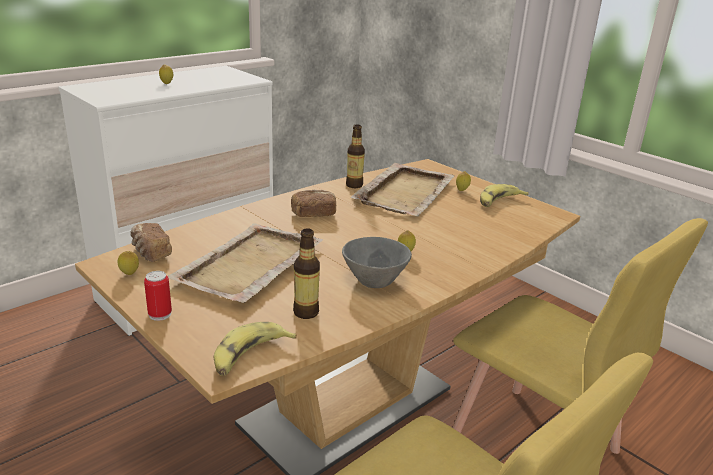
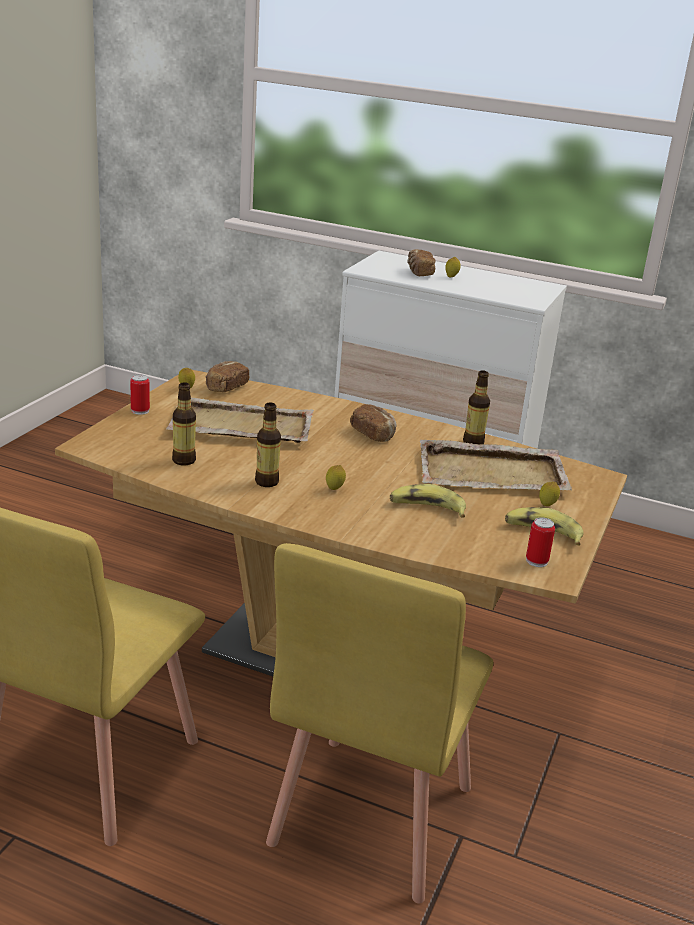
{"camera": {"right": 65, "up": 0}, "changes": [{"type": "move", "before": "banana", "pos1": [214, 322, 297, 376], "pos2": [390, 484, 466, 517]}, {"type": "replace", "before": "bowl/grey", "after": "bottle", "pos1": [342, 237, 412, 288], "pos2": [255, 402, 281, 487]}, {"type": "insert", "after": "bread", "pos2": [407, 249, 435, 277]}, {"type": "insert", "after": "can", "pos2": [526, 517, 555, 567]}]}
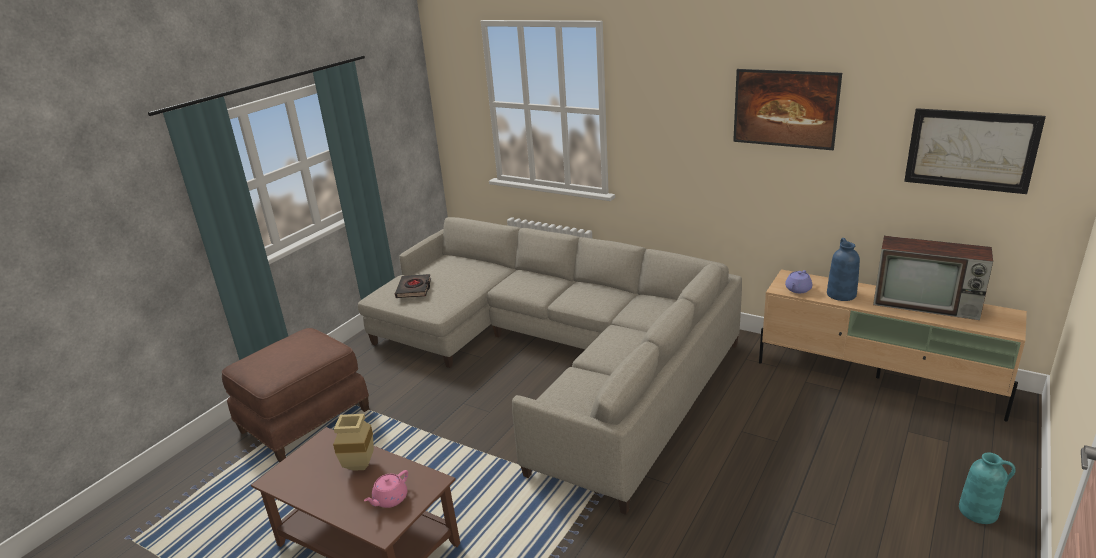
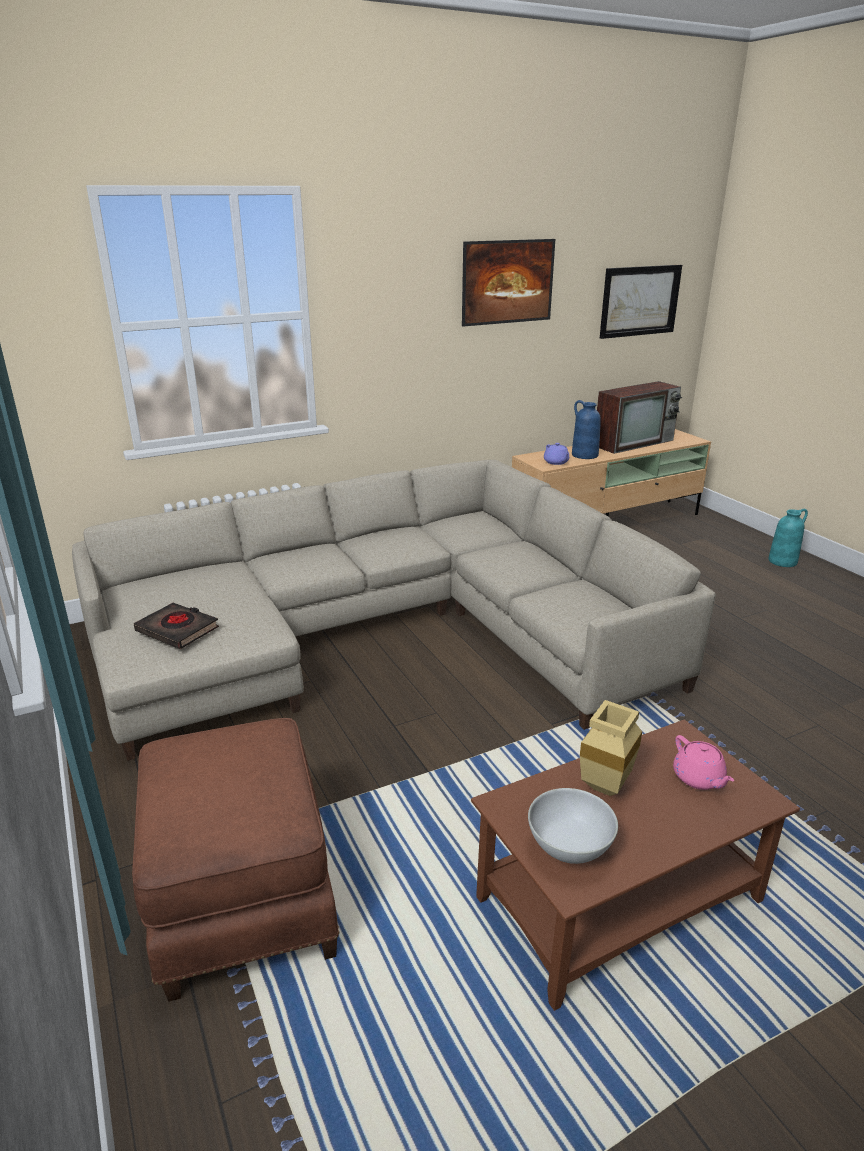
{"camera": {"right": -60, "up": 0}, "changes": [{"type": "insert", "after": "bowl/white", "pos2": [528, 788, 618, 864]}]}
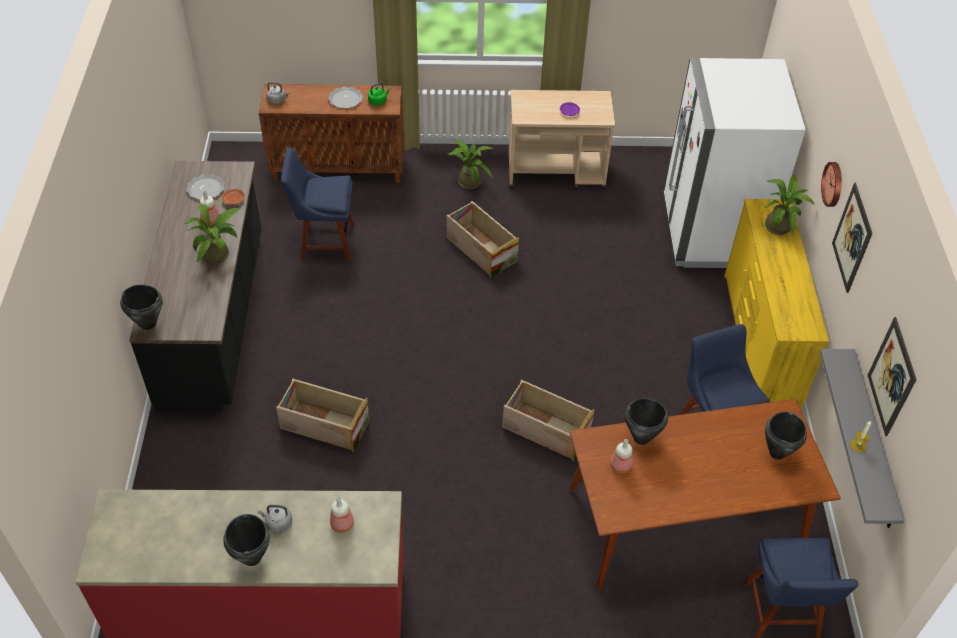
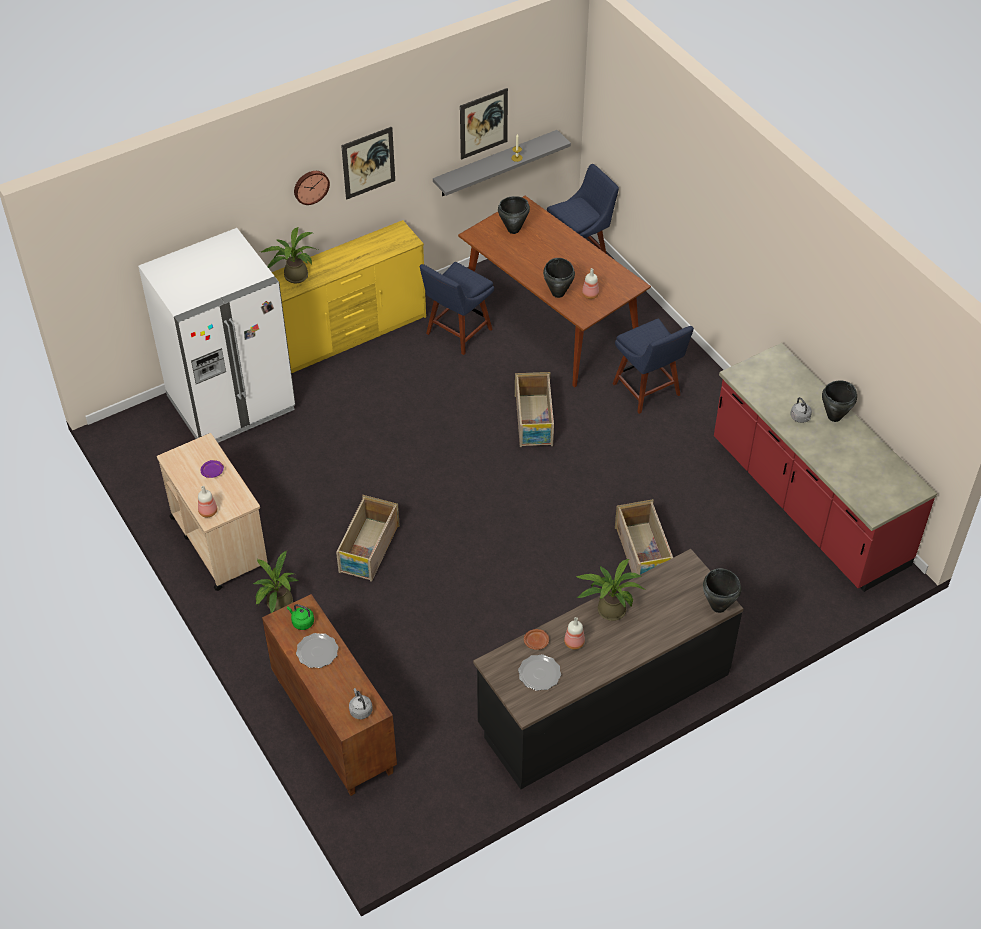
{"camera": {"right": -120, "up": 0}, "changes": [{"type": "move", "before": "chair/blue", "pos1": [281, 147, 354, 261], "pos2": [613, 319, 694, 414]}, {"type": "move", "before": "bottle", "pos1": [330, 497, 354, 533], "pos2": [198, 486, 217, 517]}]}
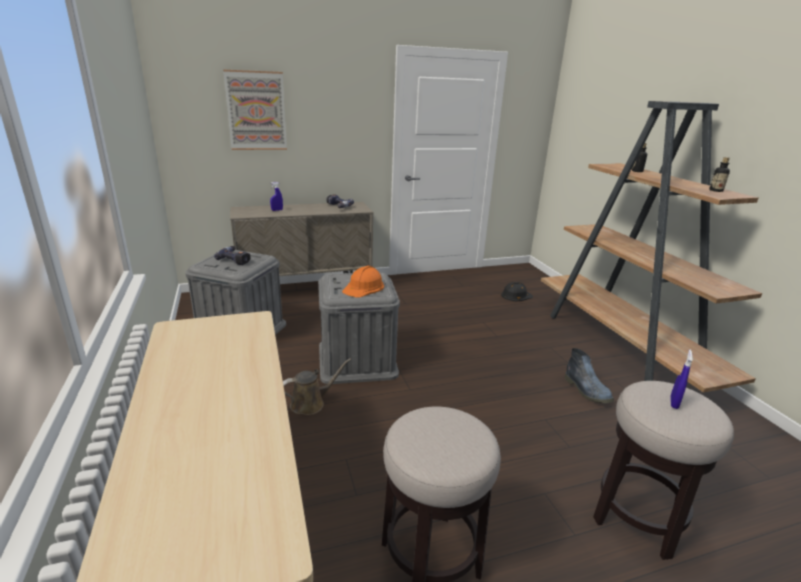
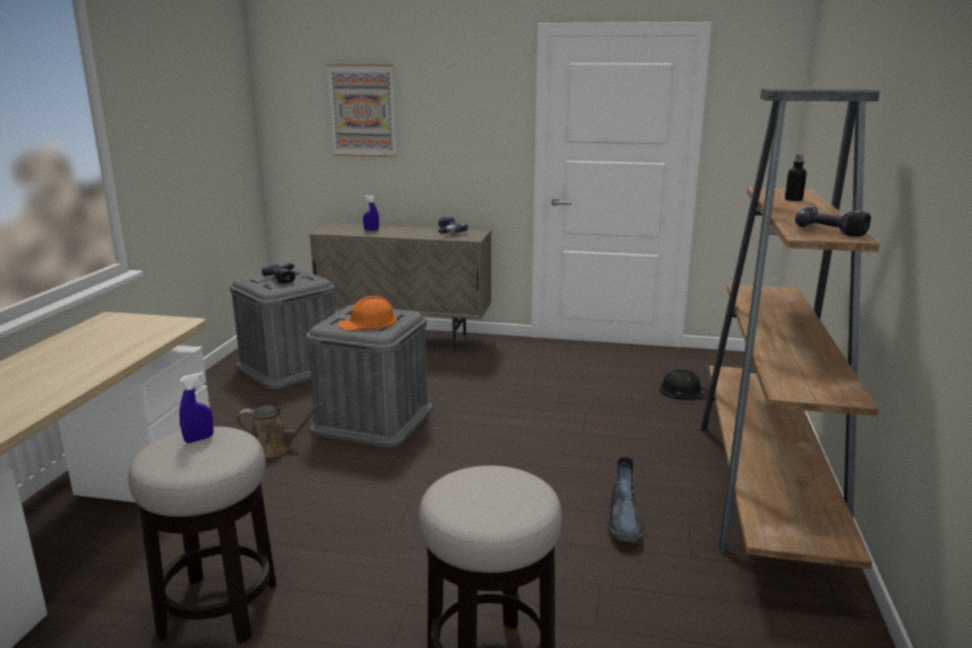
{"camera": {"right": 30, "up": -5}, "changes": [{"type": "move", "before": "spray bottle/blue", "pos1": [670, 350, 693, 409], "pos2": [179, 372, 214, 443]}, {"type": "replace", "before": "bottle", "after": "power drill", "pos1": [709, 157, 730, 192], "pos2": [795, 206, 871, 237]}]}
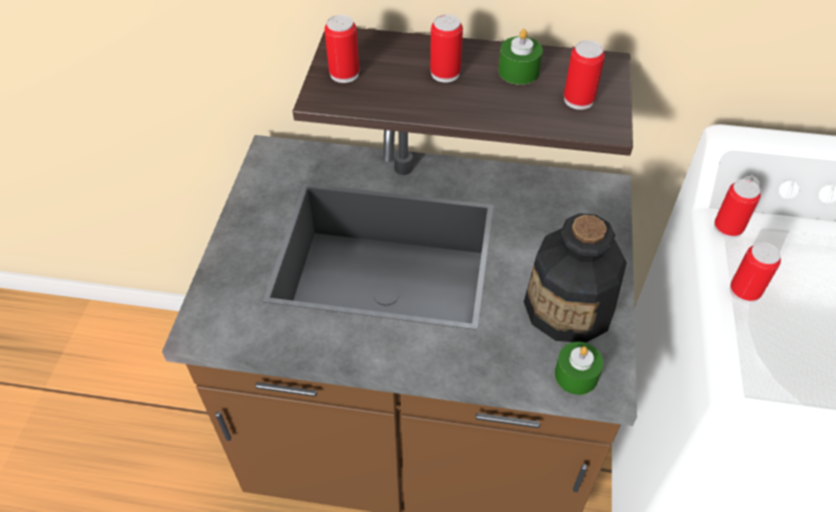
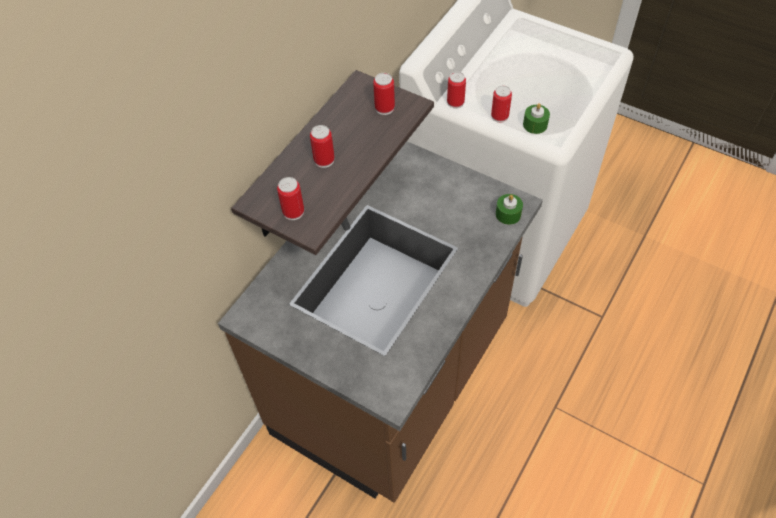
{"camera": {"right": -65, "up": 5}, "changes": [{"type": "move", "before": "candle/green", "pos1": [498, 29, 543, 85], "pos2": [523, 103, 550, 134]}, {"type": "delete", "before": "bottle", "pos1": [524, 213, 627, 343]}]}
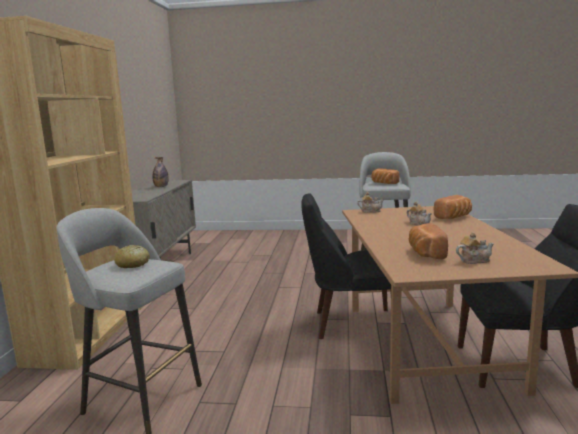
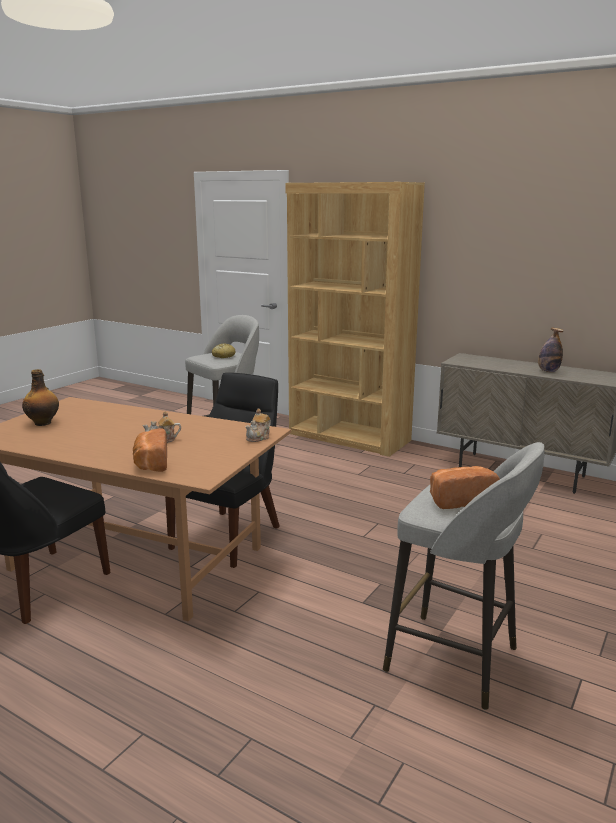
{"camera": {"right": 115, "up": 5}, "changes": [{"type": "delete", "before": "bread", "pos1": [409, 223, 448, 259]}, {"type": "replace", "before": "teapot", "after": "bottle", "pos1": [456, 233, 494, 264], "pos2": [22, 369, 59, 426]}]}
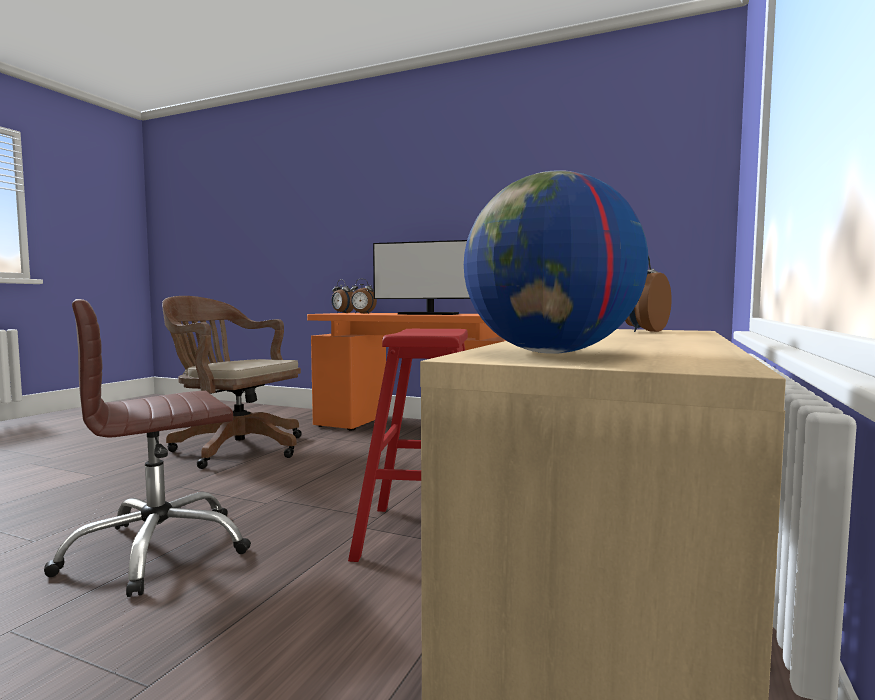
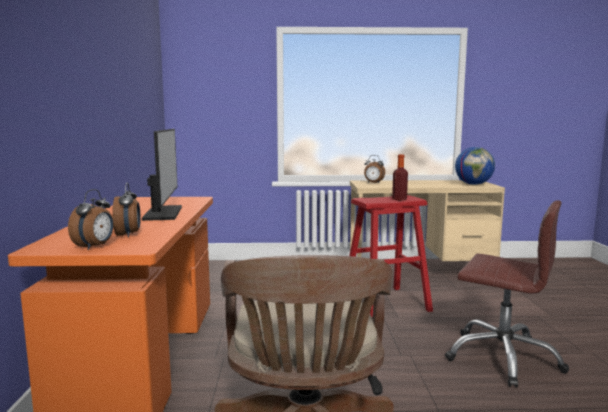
{"camera": {"right": -115, "up": 5}, "changes": [{"type": "insert", "after": "bottle", "pos2": [392, 154, 408, 200]}]}
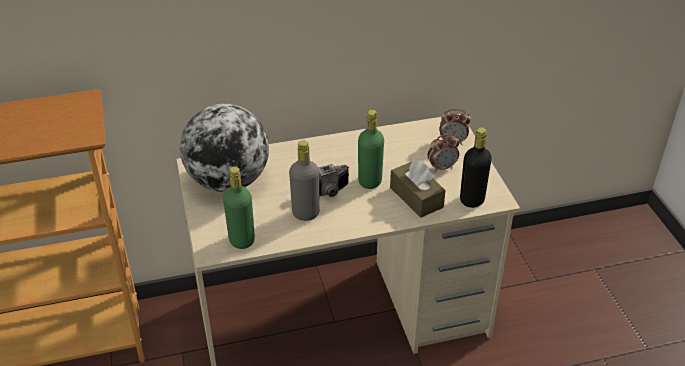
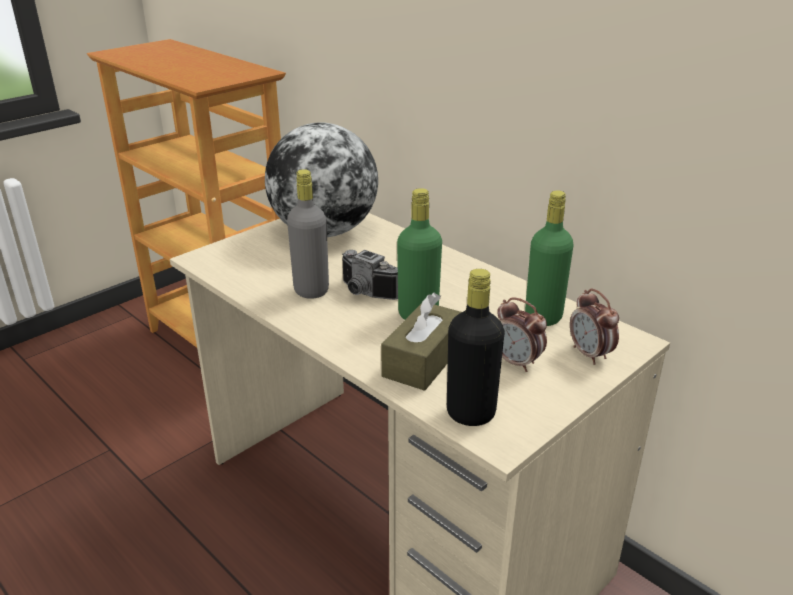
{"camera": {"right": 60, "up": -10}, "changes": [{"type": "move", "before": "bottle/green", "pos1": [223, 166, 255, 249], "pos2": [525, 190, 574, 326]}]}
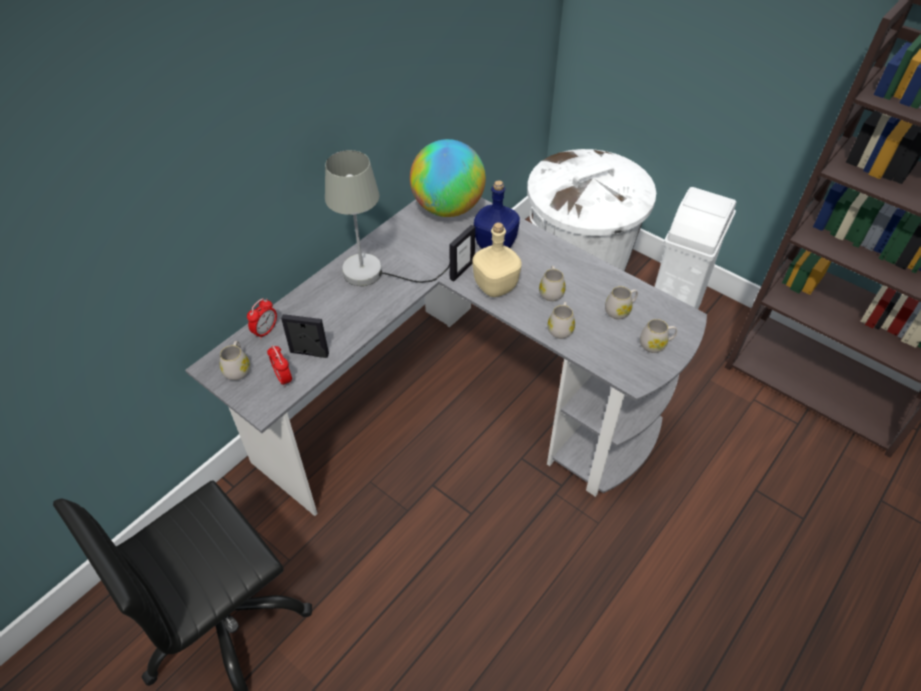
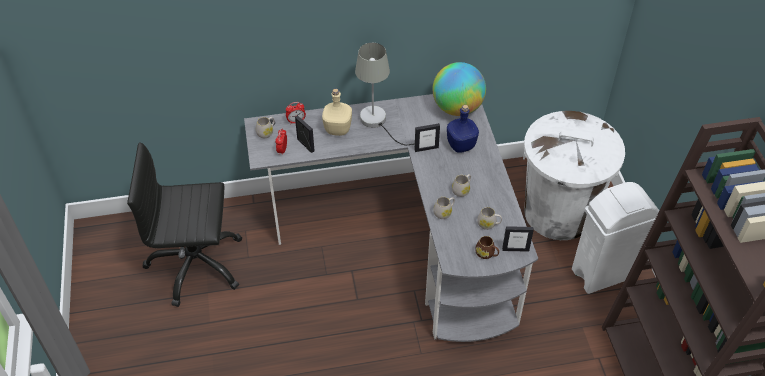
{"camera": {"right": 40, "up": 0}, "changes": [{"type": "move", "before": "bottle/beige", "pos1": [472, 222, 522, 297], "pos2": [322, 89, 352, 136]}, {"type": "recolor", "before": "mug/white", "after": "mug/brown", "pos1": [640, 319, 677, 353], "pos2": [475, 236, 499, 259]}, {"type": "insert", "after": "picture frame", "pos2": [502, 226, 534, 252]}]}
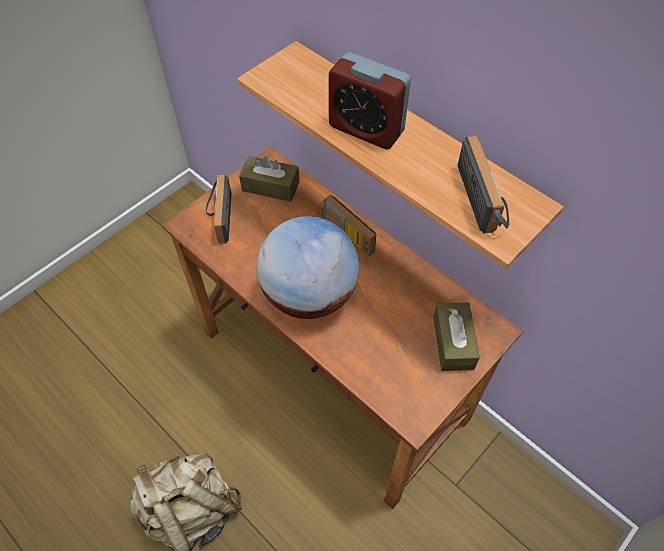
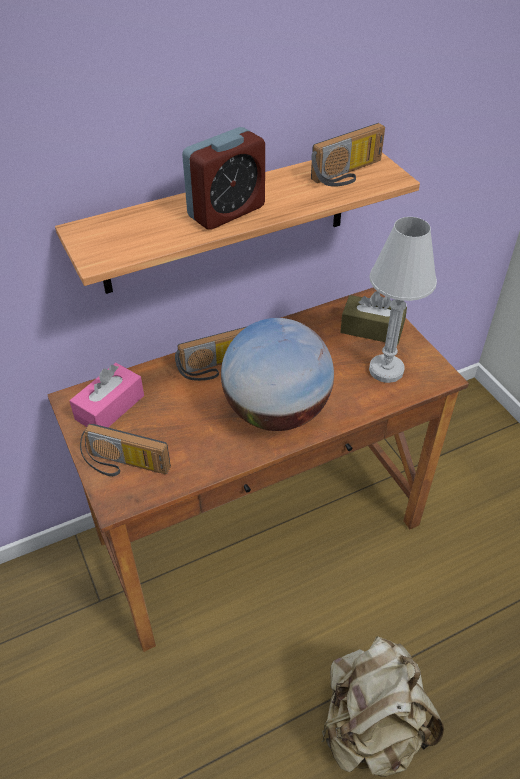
{"camera": {"right": -70, "up": -10}, "changes": [{"type": "recolor", "before": "tissue box/brown", "after": "tissue box/pink", "pos1": [239, 156, 300, 202], "pos2": [70, 363, 144, 427]}, {"type": "rotate", "before": "radio", "pos1": [457, 136, 509, 234], "pos2": [311, 123, 385, 187], "turn": 135}, {"type": "insert", "after": "table lamp/white", "pos2": [369, 217, 437, 383]}]}
